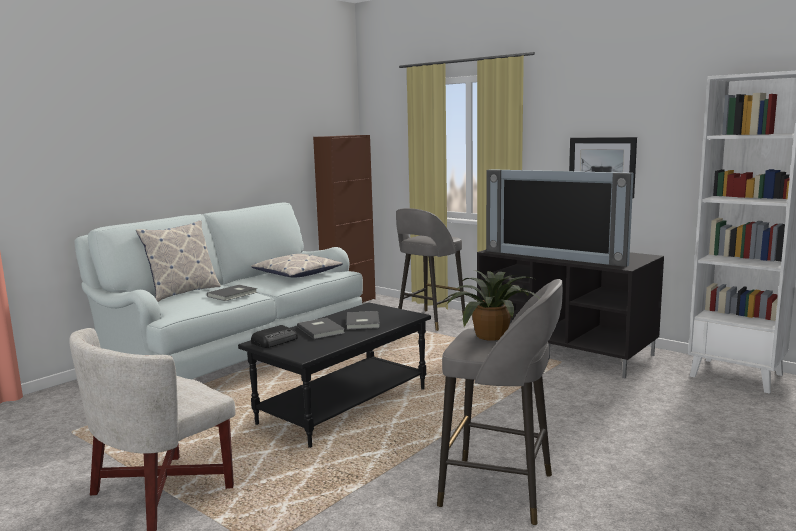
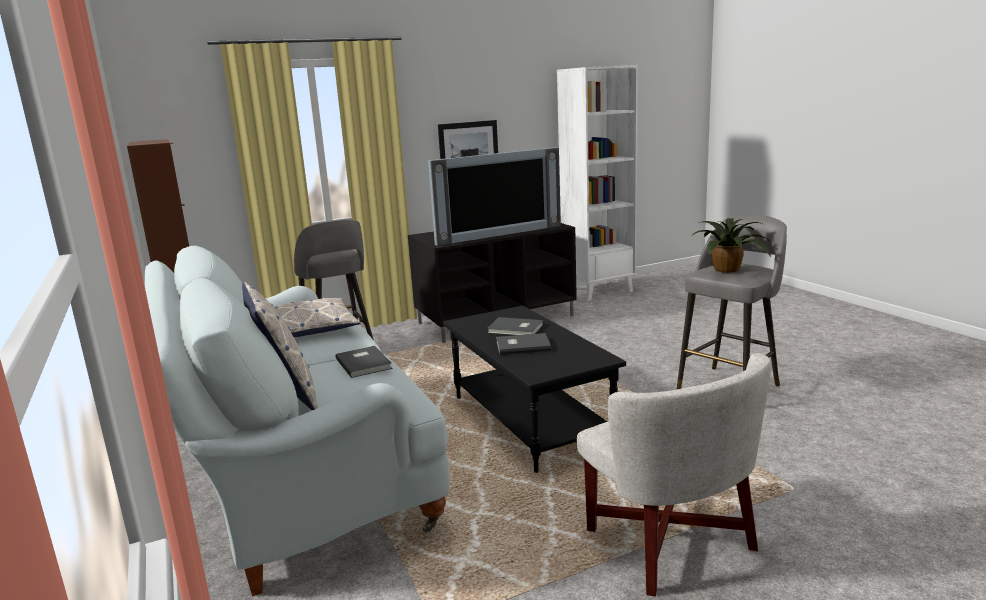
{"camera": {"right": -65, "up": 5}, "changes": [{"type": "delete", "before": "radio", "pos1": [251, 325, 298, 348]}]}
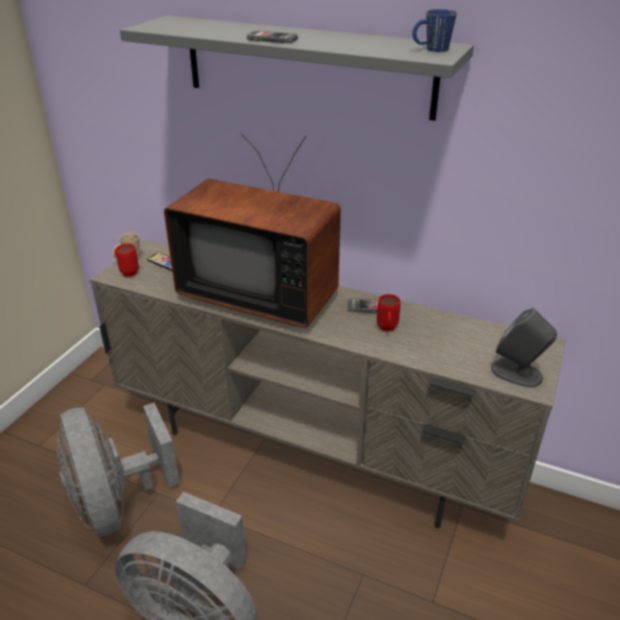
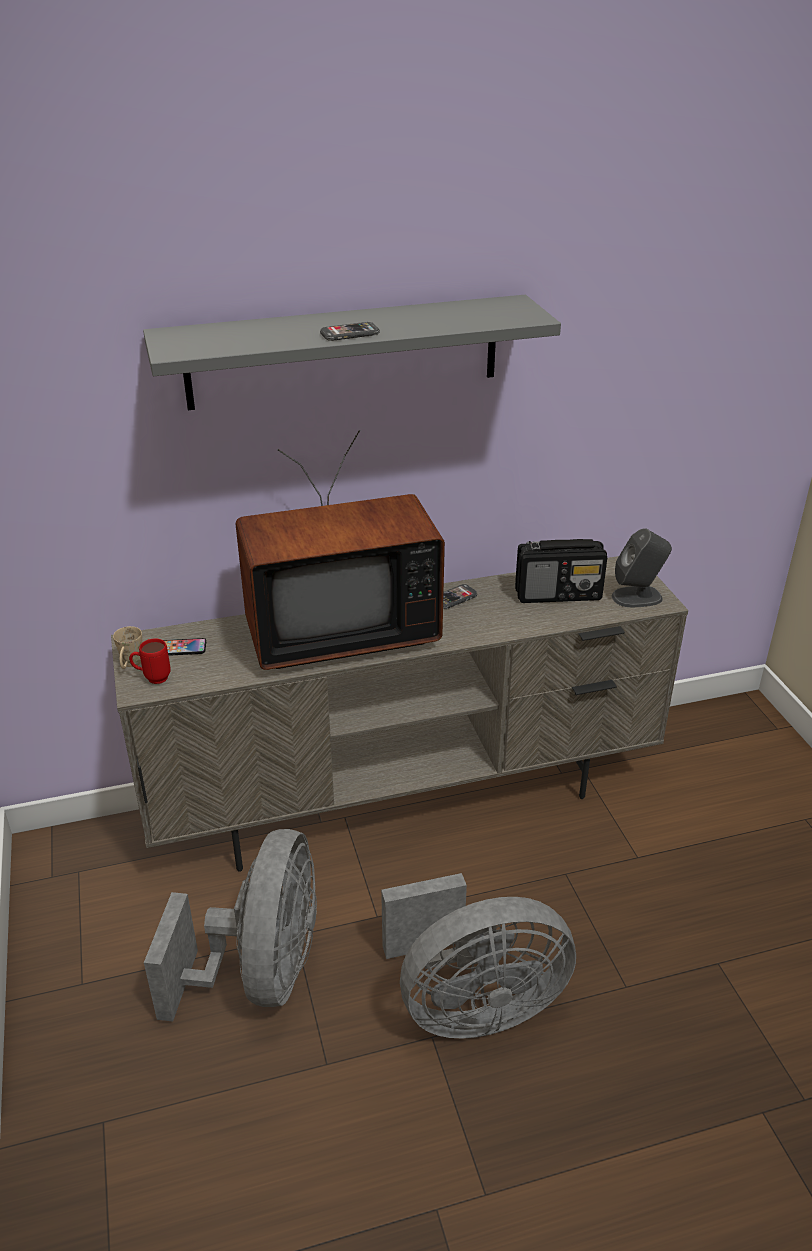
{"camera": {"right": -40, "up": 0}, "changes": [{"type": "rotate", "before": "fan/grey", "pos1": [57, 403, 180, 537], "pos2": [144, 829, 317, 1022], "turn": -105}, {"type": "delete", "before": "mug/red", "pos1": [377, 294, 401, 331]}, {"type": "delete", "before": "mug/blue", "pos1": [412, 9, 457, 52]}, {"type": "insert", "after": "radio", "pos2": [515, 539, 607, 603]}]}
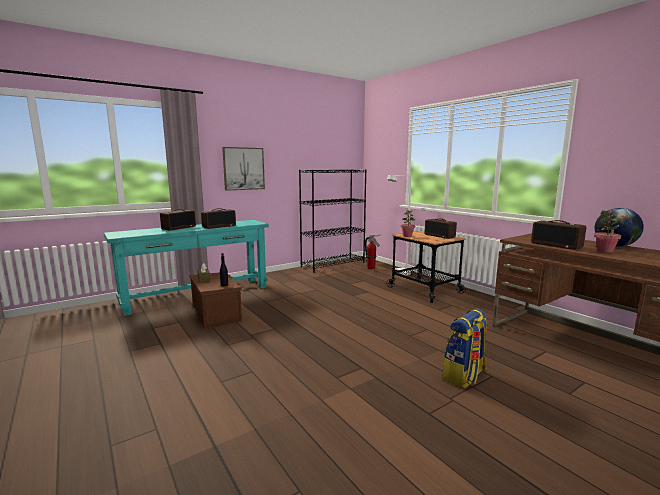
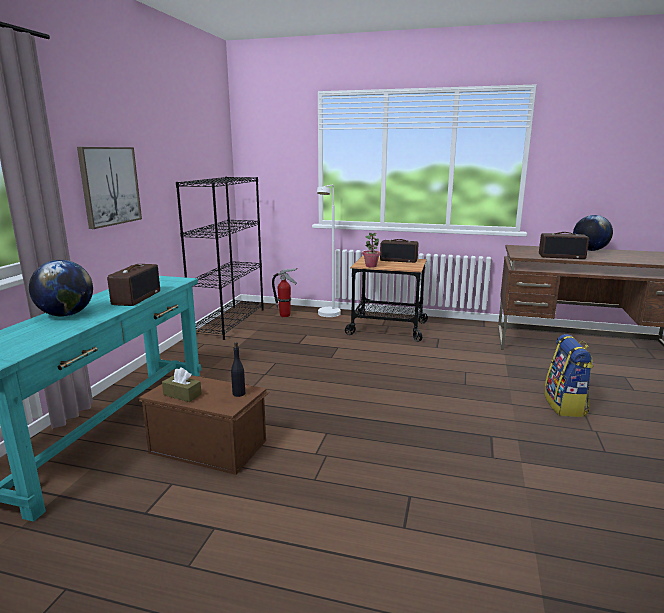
{"camera": {"right": -40, "up": 5}, "changes": [{"type": "replace", "before": "radio", "after": "globe", "pos1": [160, 209, 196, 231], "pos2": [29, 260, 93, 316]}, {"type": "delete", "before": "potted plant", "pos1": [594, 210, 621, 253]}]}
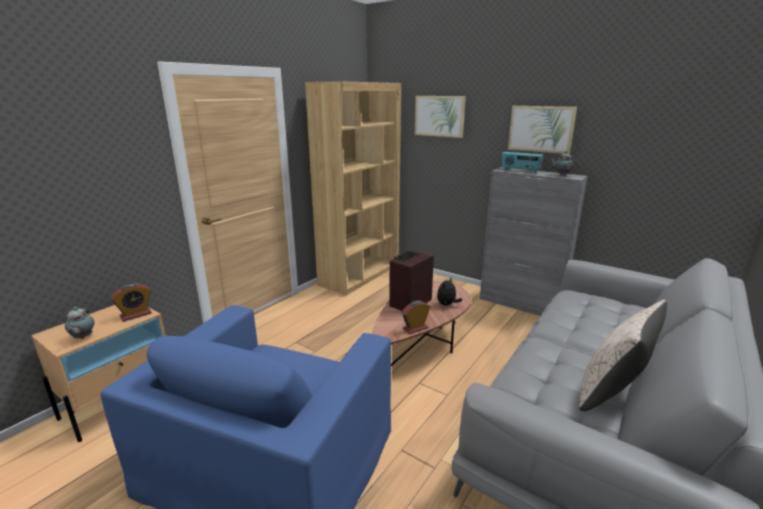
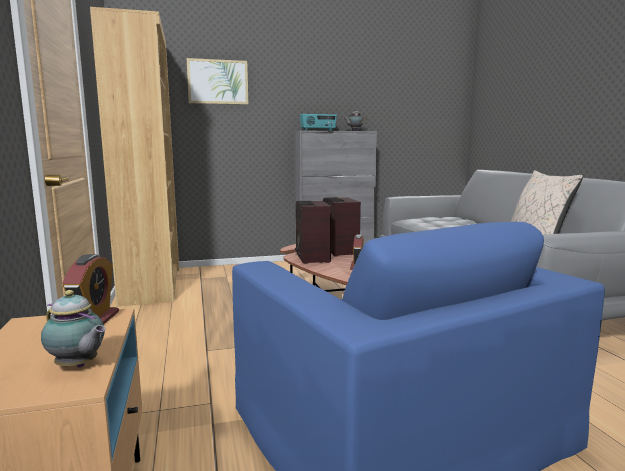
{"camera": {"right": -50, "up": -10}, "changes": [{"type": "replace", "before": "plush toy", "after": "radio", "pos1": [437, 277, 462, 306], "pos2": [323, 197, 361, 256]}, {"type": "delete", "before": "picture", "pos1": [508, 106, 577, 154]}]}
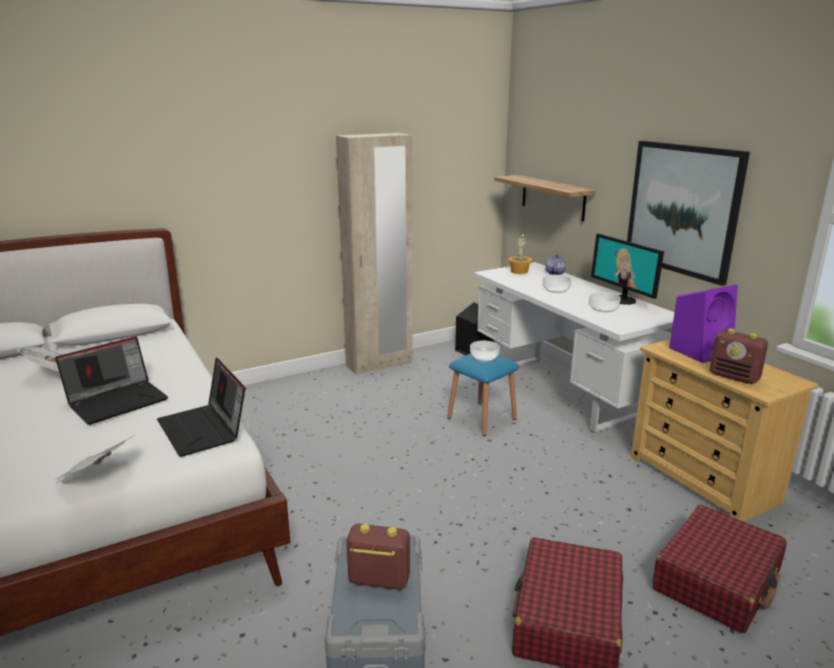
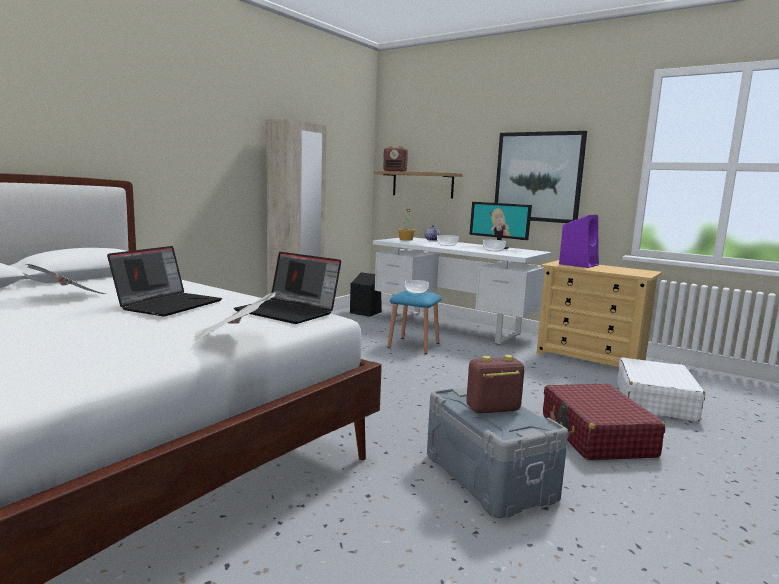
{"camera": {"right": -25, "up": -10}, "changes": [{"type": "recolor", "before": "suitcase/red", "after": "suitcase/white", "pos1": [652, 505, 787, 633], "pos2": [617, 357, 705, 421]}, {"type": "move", "before": "radio", "pos1": [710, 328, 768, 384], "pos2": [383, 146, 408, 171]}]}
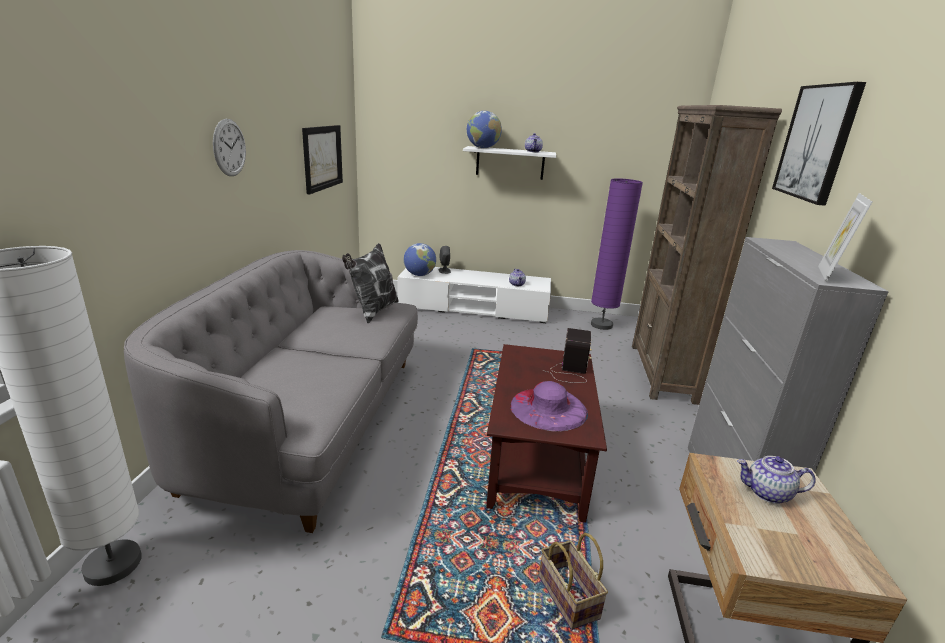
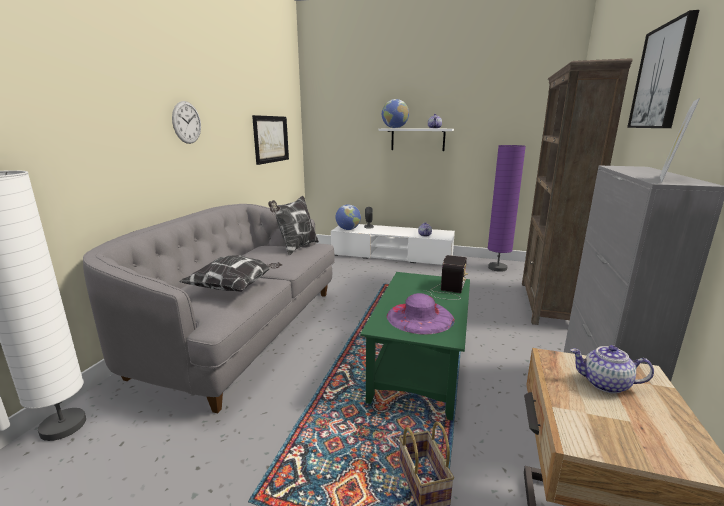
{"camera": {"right": 10, "up": -5}, "changes": [{"type": "recolor", "before": "coffee table/brown", "after": "coffee table/green", "pos1": [486, 344, 607, 523], "pos2": [360, 272, 470, 420]}, {"type": "insert", "after": "pillow", "pos2": [179, 255, 282, 291]}]}
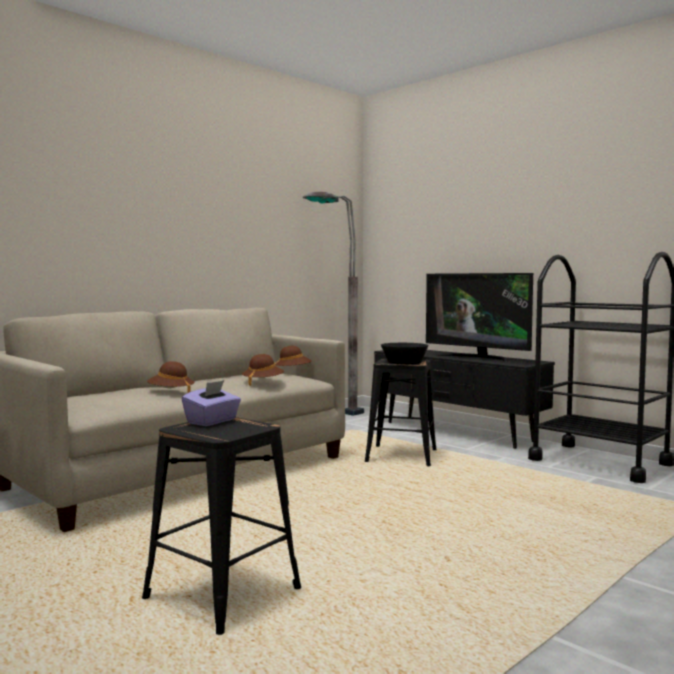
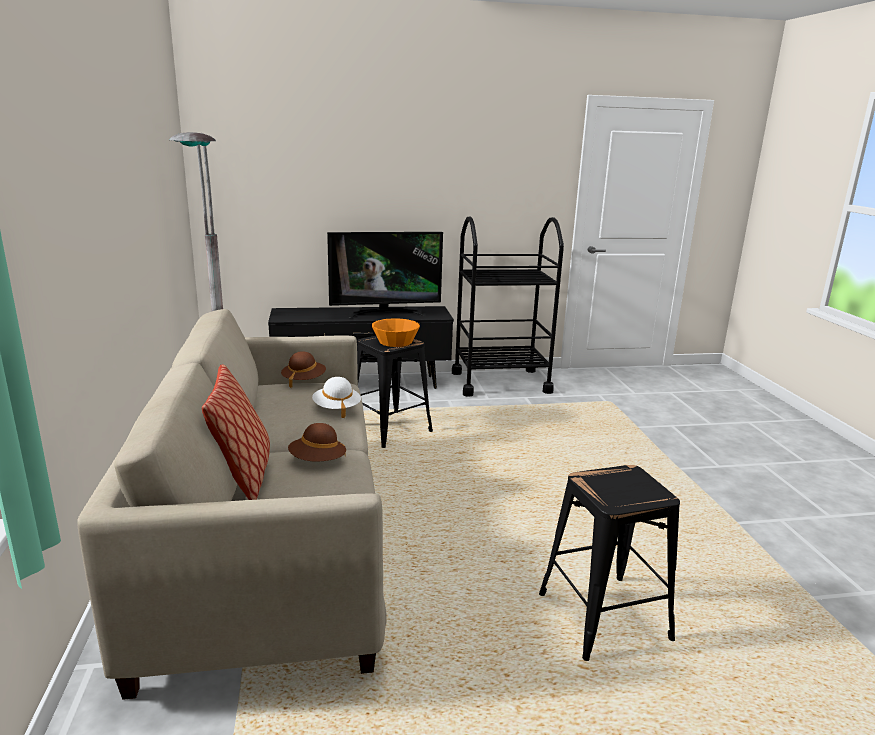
{"camera": {"right": -55, "up": 15}, "changes": [{"type": "delete", "before": "tissue box/purple", "pos1": [182, 380, 241, 426]}, {"type": "recolor", "before": "hat/brown", "after": "hat/white", "pos1": [242, 354, 284, 386], "pos2": [312, 377, 361, 418]}, {"type": "recolor", "before": "bowl/black", "after": "bowl/orange", "pos1": [380, 343, 429, 364], "pos2": [372, 318, 420, 347]}, {"type": "insert", "after": "pillow", "pos2": [202, 364, 270, 500]}]}
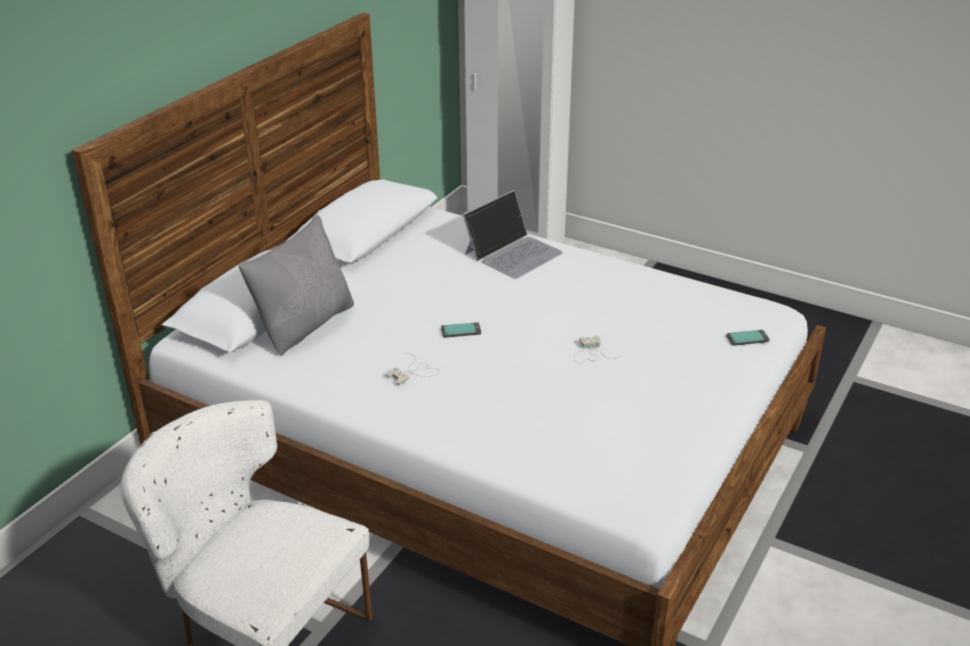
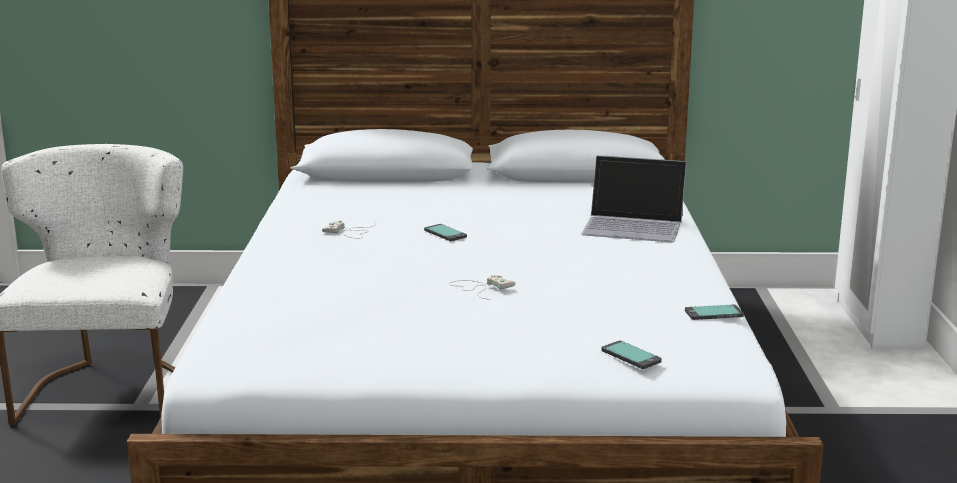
{"camera": {"right": 60, "up": -15}, "changes": [{"type": "delete", "before": "pillow/grey", "pos1": [239, 215, 354, 356]}, {"type": "insert", "after": "phone", "pos2": [685, 304, 744, 320]}]}
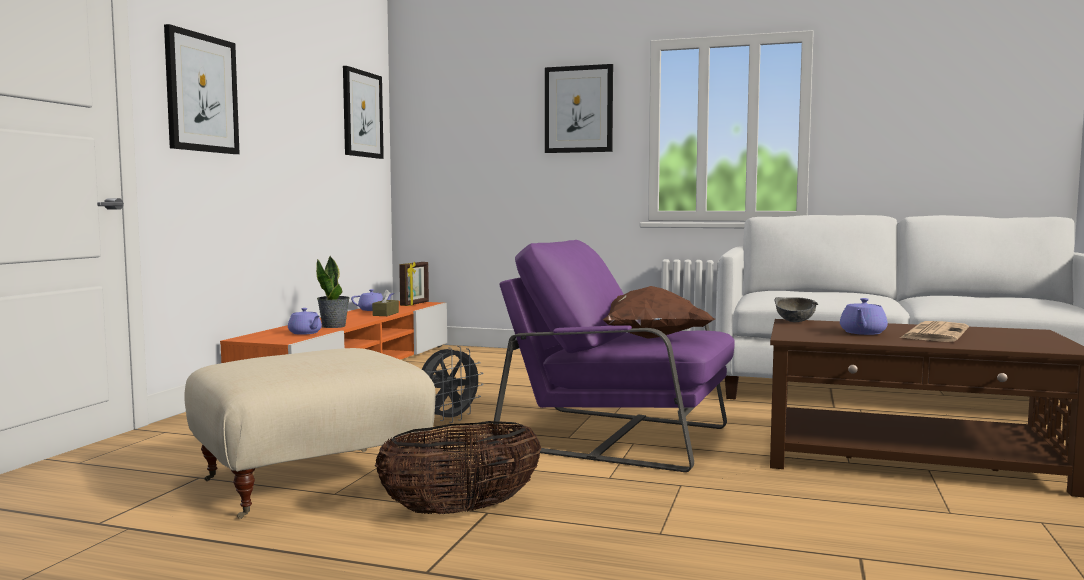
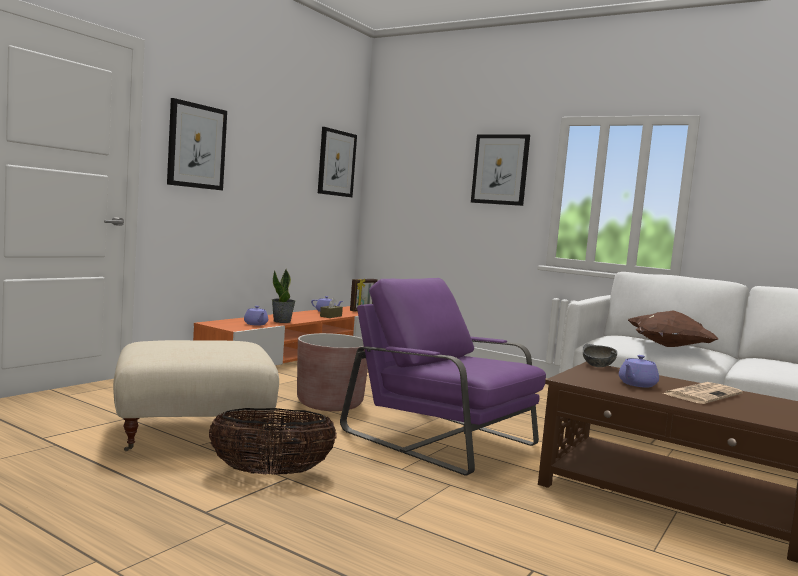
{"camera": {"right": 15, "up": 0}, "changes": [{"type": "replace", "before": "fan/grey", "after": "planter/brown", "pos1": [422, 346, 484, 423], "pos2": [297, 333, 368, 411]}, {"type": "move", "before": "pillow/brown", "pos1": [603, 286, 715, 339], "pos2": [628, 310, 719, 347]}]}
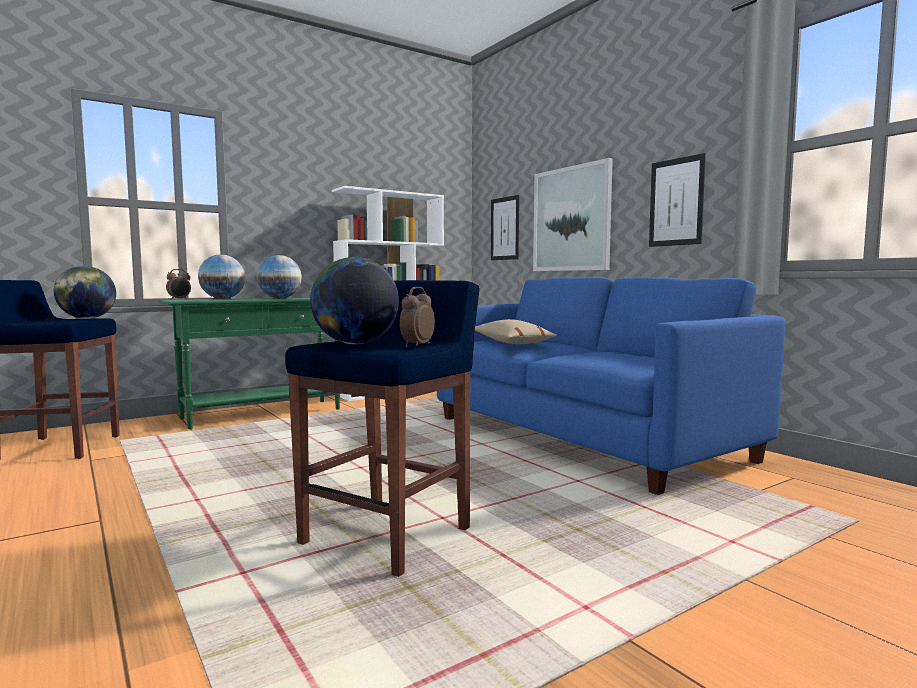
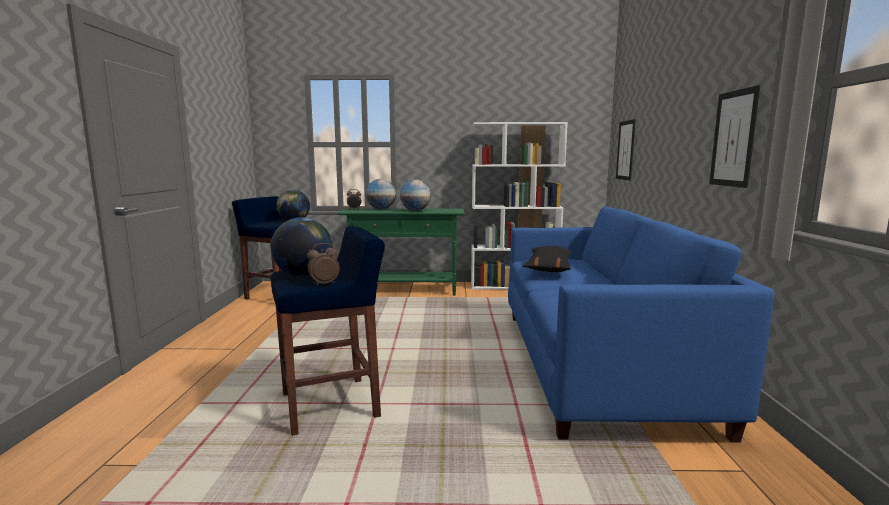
{"camera": {"right": 35, "up": 5}, "changes": [{"type": "recolor", "before": "pillow/beige", "after": "pillow/black", "pos1": [475, 319, 557, 344], "pos2": [523, 246, 572, 272]}, {"type": "delete", "before": "picture", "pos1": [533, 158, 613, 271]}]}
